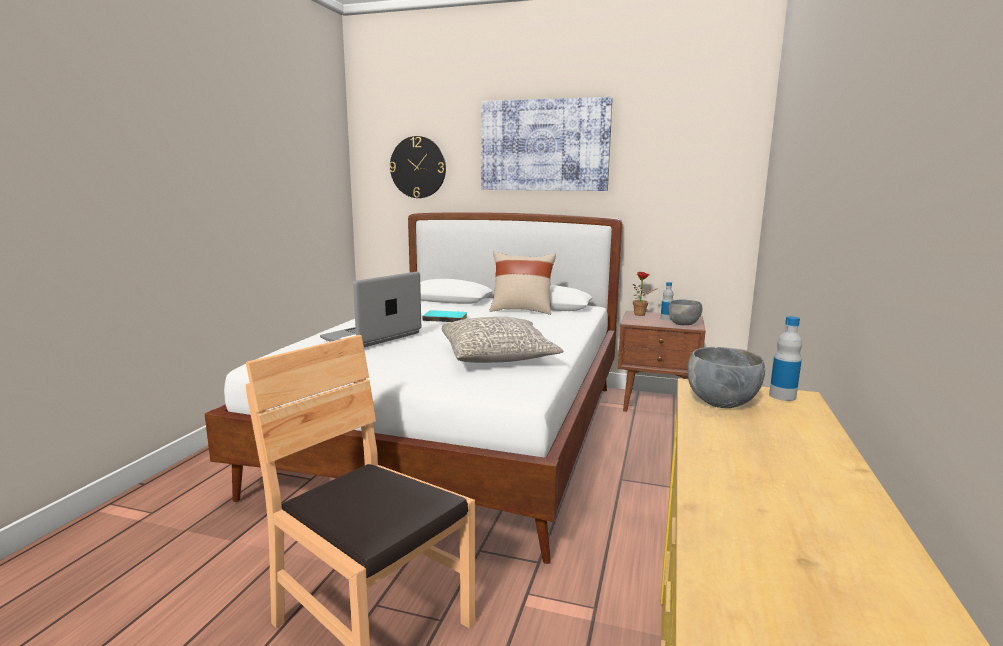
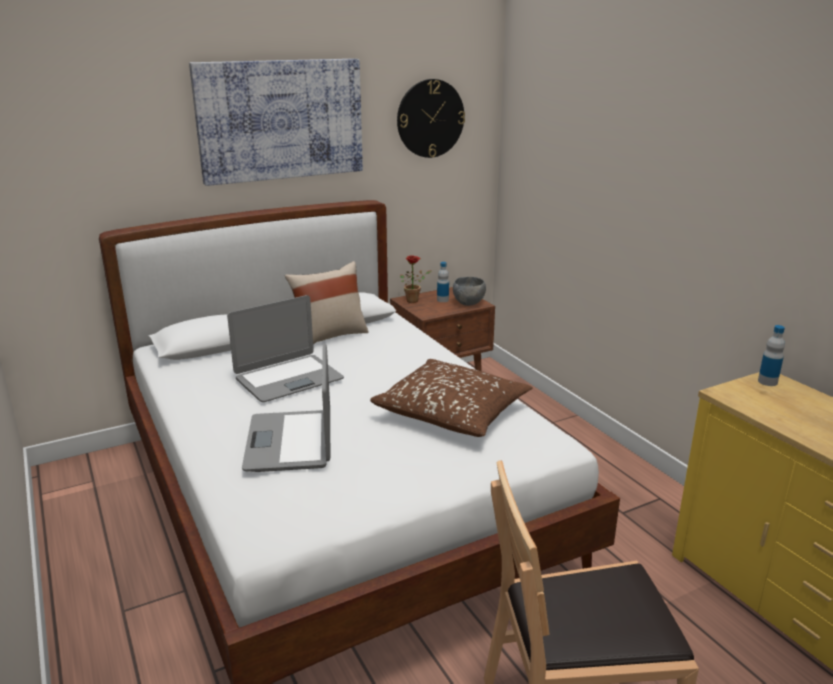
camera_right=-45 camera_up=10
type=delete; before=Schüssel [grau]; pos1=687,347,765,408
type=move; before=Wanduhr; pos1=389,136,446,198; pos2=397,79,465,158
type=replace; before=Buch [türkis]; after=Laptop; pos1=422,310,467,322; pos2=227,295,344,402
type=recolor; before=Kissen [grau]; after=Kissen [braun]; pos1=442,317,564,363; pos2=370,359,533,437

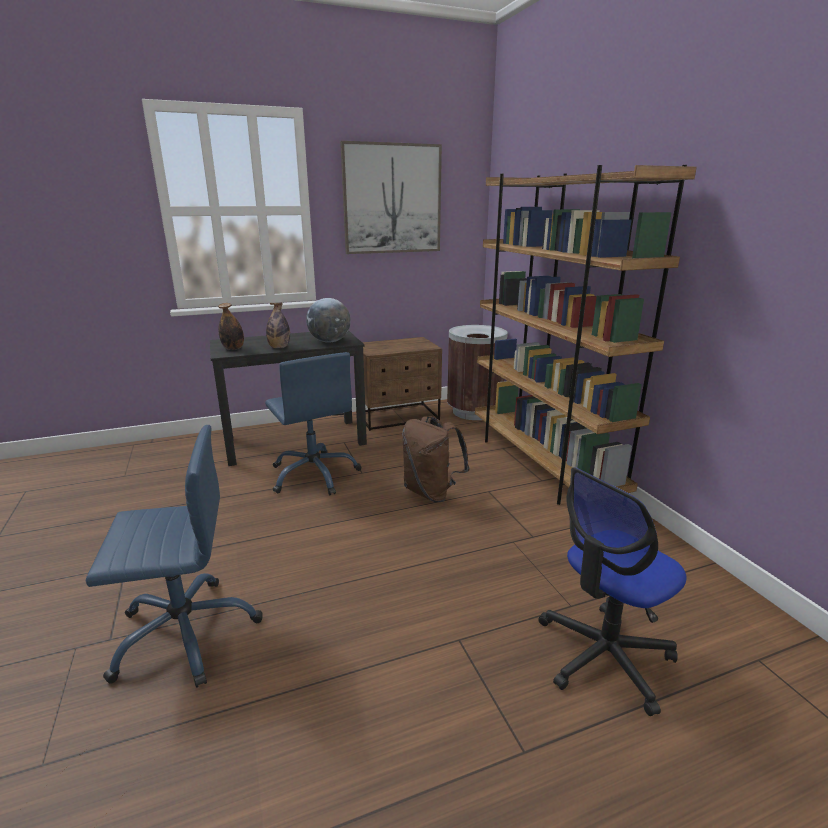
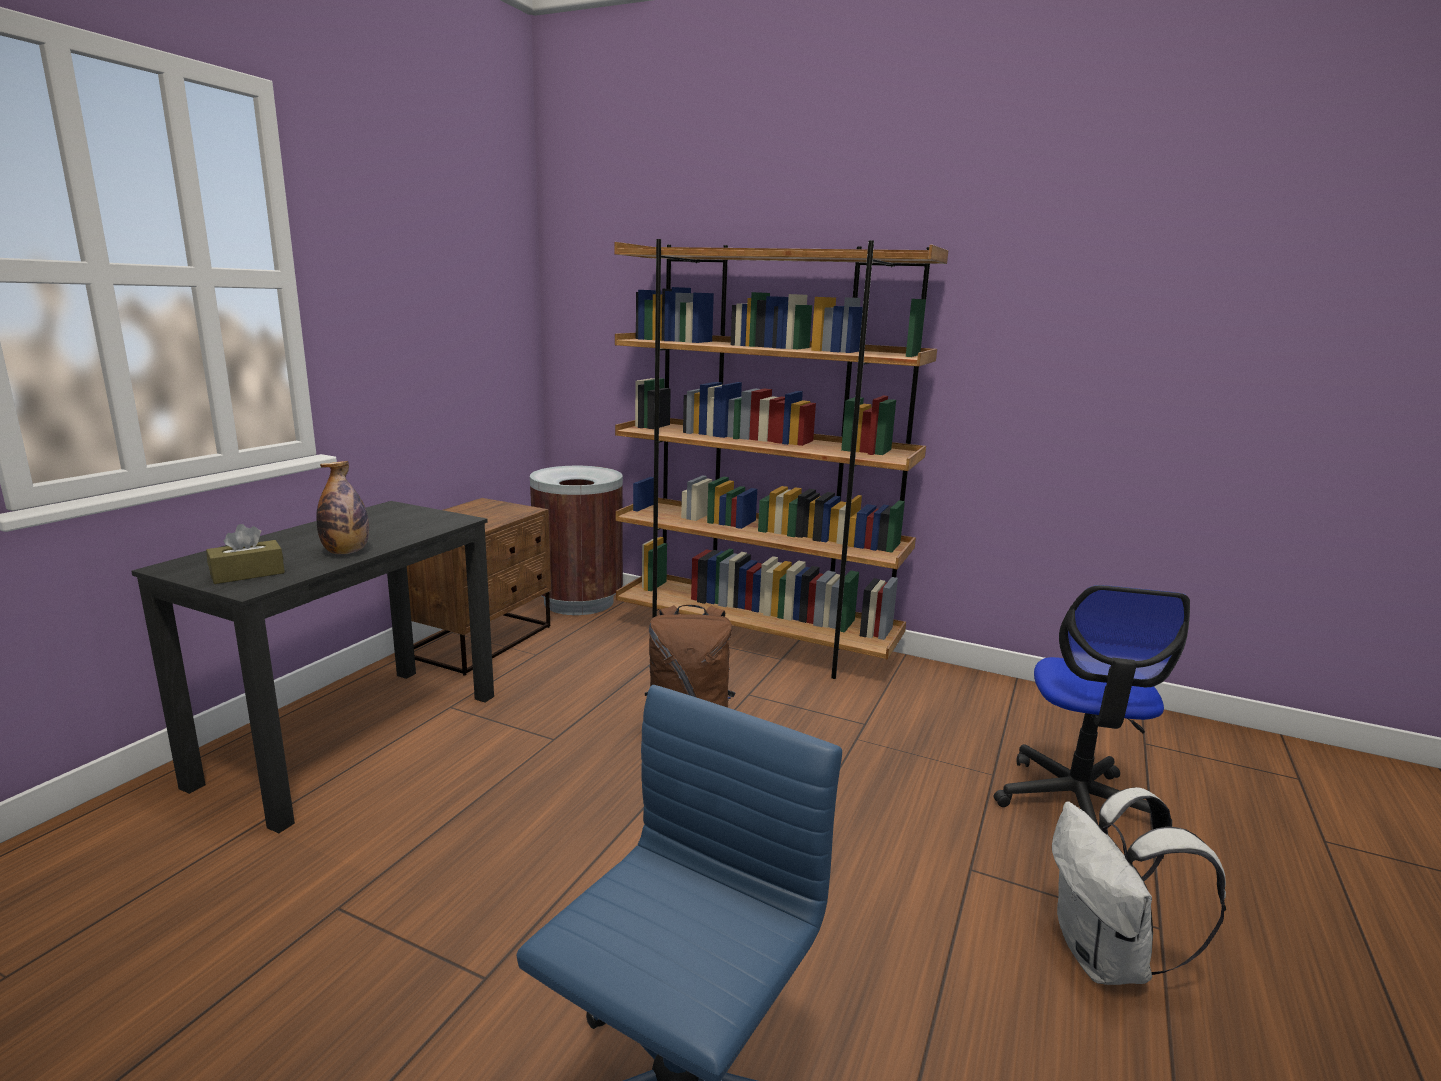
camera_right=-45 camera_up=-5
type=delete; before=Bürostuhl [blau]; pos1=265,352,362,495
type=delete; before=Globus; pos1=306,298,351,342
type=delete; before=Bild; pos1=340,141,442,254
type=insert; after=Rucksack [weiß]; pos2=1052,787,1226,985
type=replace; before=Flasche; after=Taschentuchbox [braun]; pos1=218,303,244,350; pos2=206,524,285,584

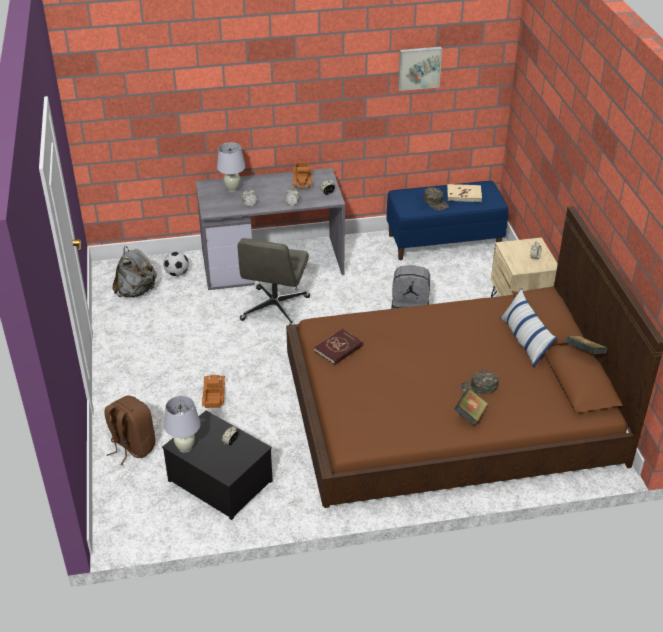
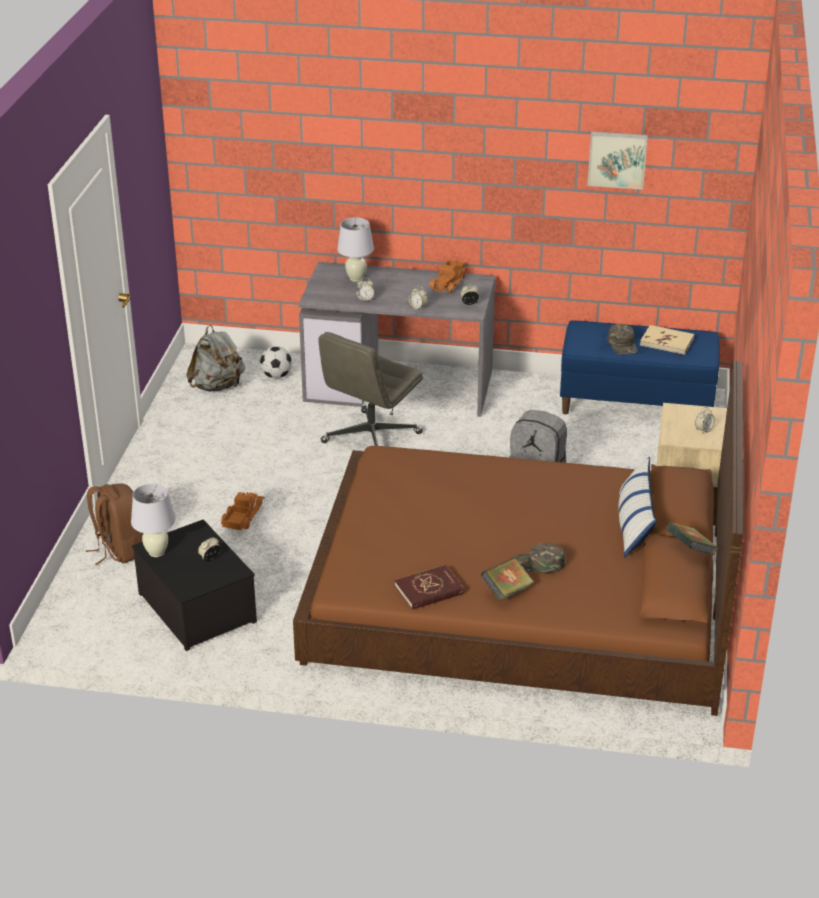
camera_right=20 camera_up=-5
type=move; before=Buch [rot]; pos1=314,329,363,365; pos2=394,565,464,610

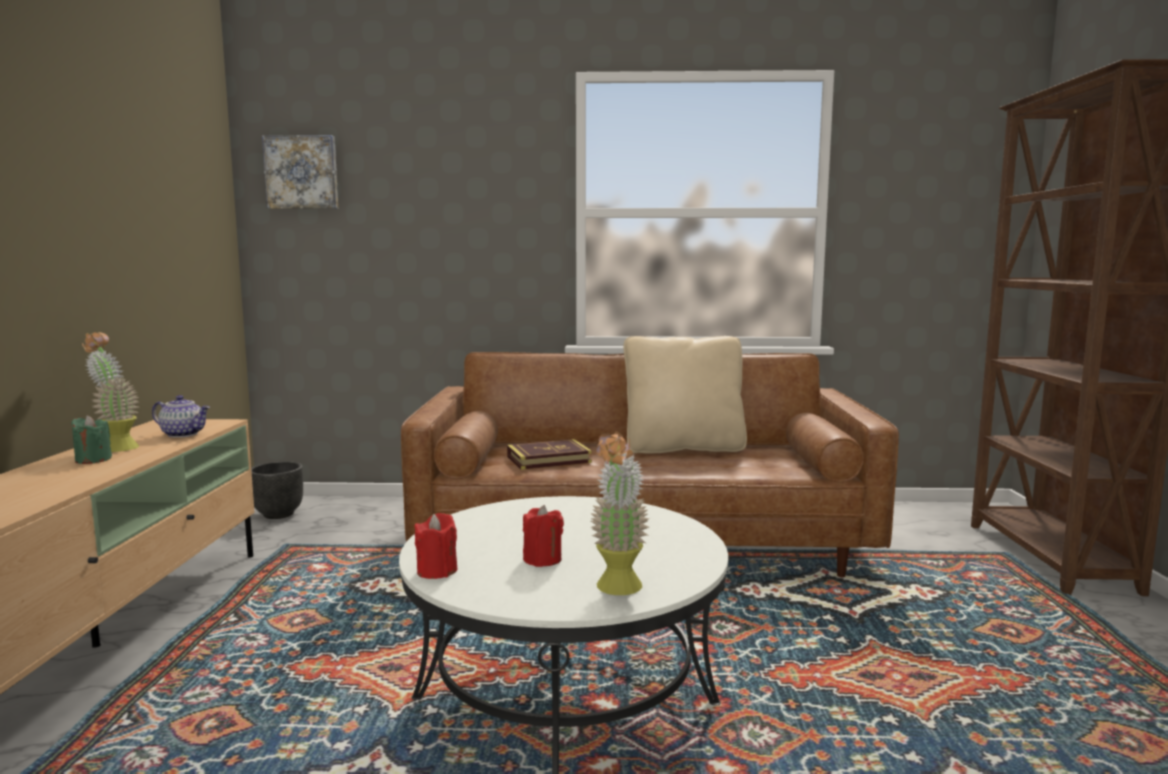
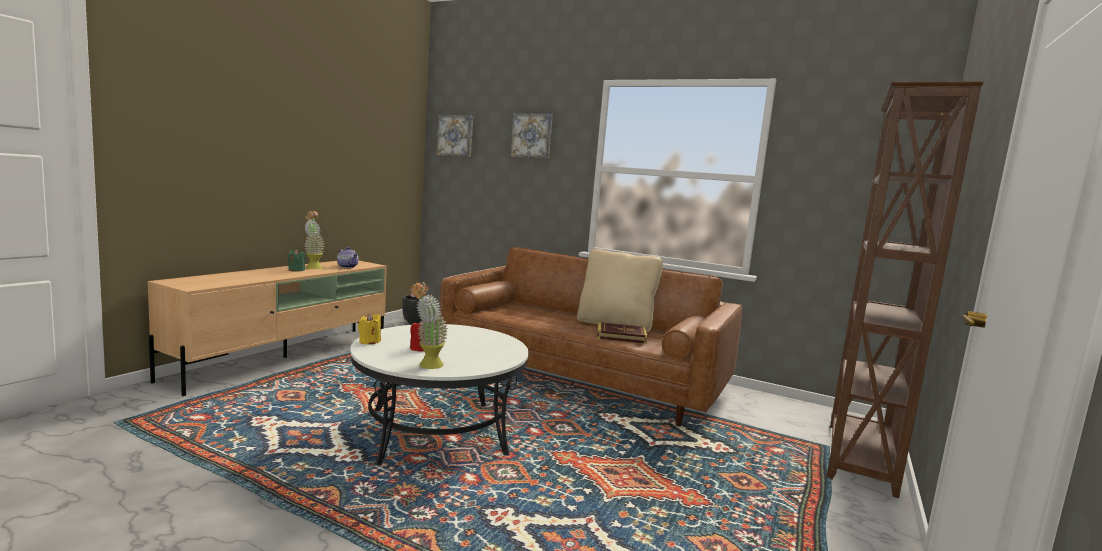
camera_right=25 camera_up=0
type=insert; after=Bild; pos2=510,113,553,159
type=move; before=Buch; pos1=507,439,592,470; pos2=597,322,647,344
type=recolor; before=Kerze [rot]; after=Kerze [gelb]; pos1=414,513,458,579; pos2=358,313,381,345

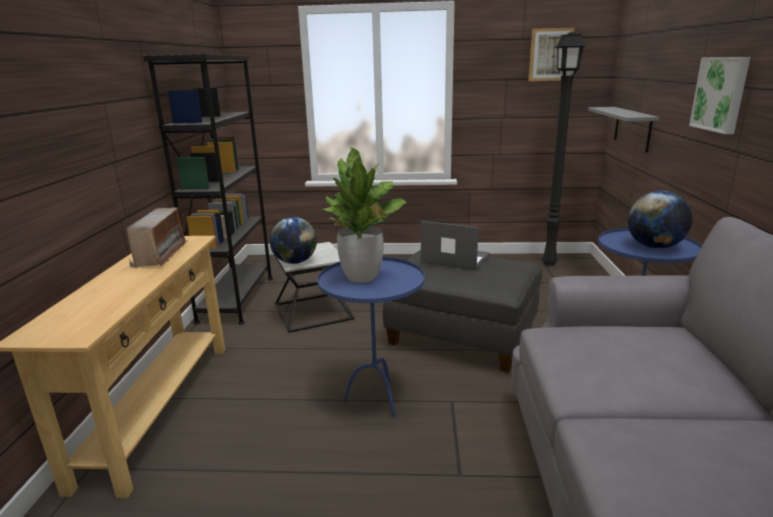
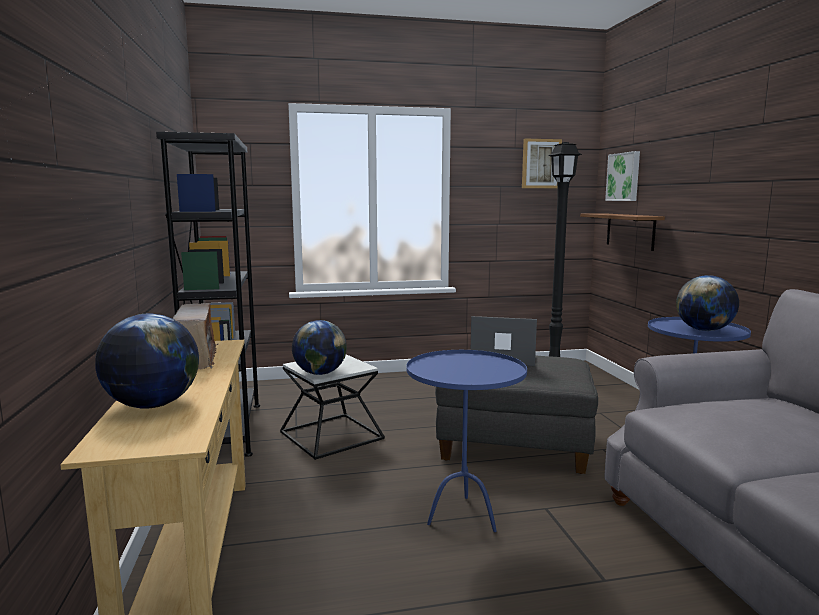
camera_right=-15 camera_up=-10
type=delete; before=Topfpflanze; pos1=324,148,407,283
type=insert; after=Globus; pos2=95,313,199,409
type=move; before=Bild; pos1=689,57,750,134; pos2=605,151,640,201
type=recolor; before=Wandregal [grau]; after=Wandregal [braun]; pos1=588,107,659,153; pos2=580,213,665,251

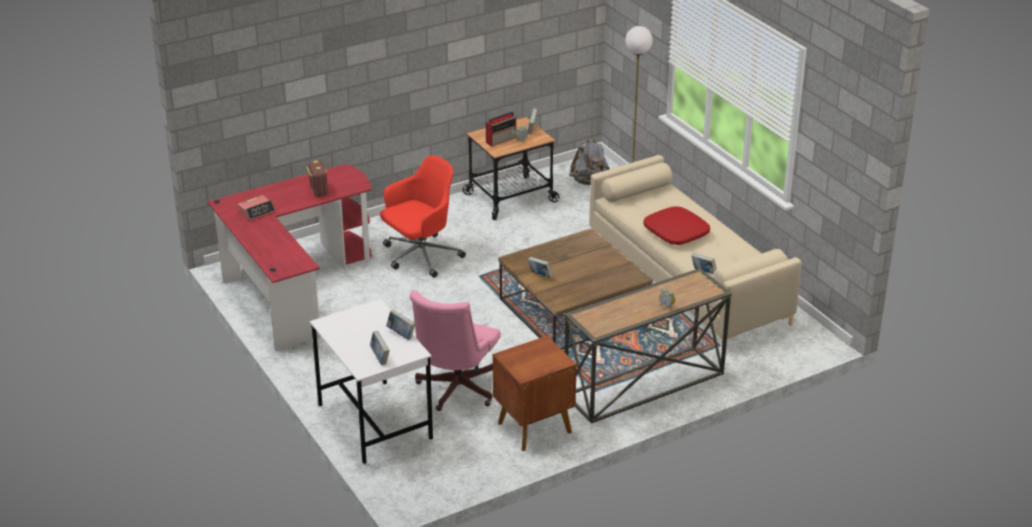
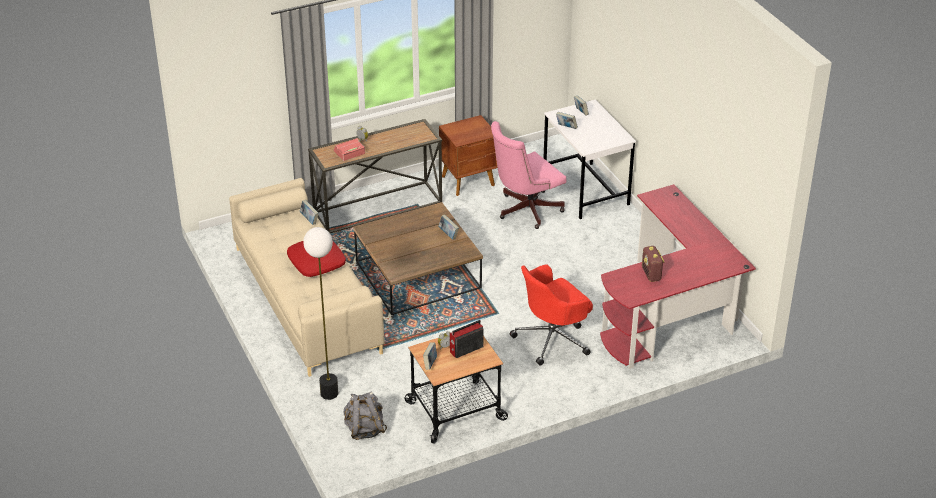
camera_right=-175 camera_up=5
type=move; before=Wecker; pos1=238,195,276,221; pos2=334,138,365,161
type=rotate; before=Bürostuhl [rosa]; pos1=410,290,501,411; pos2=491,121,566,229; turn=-150

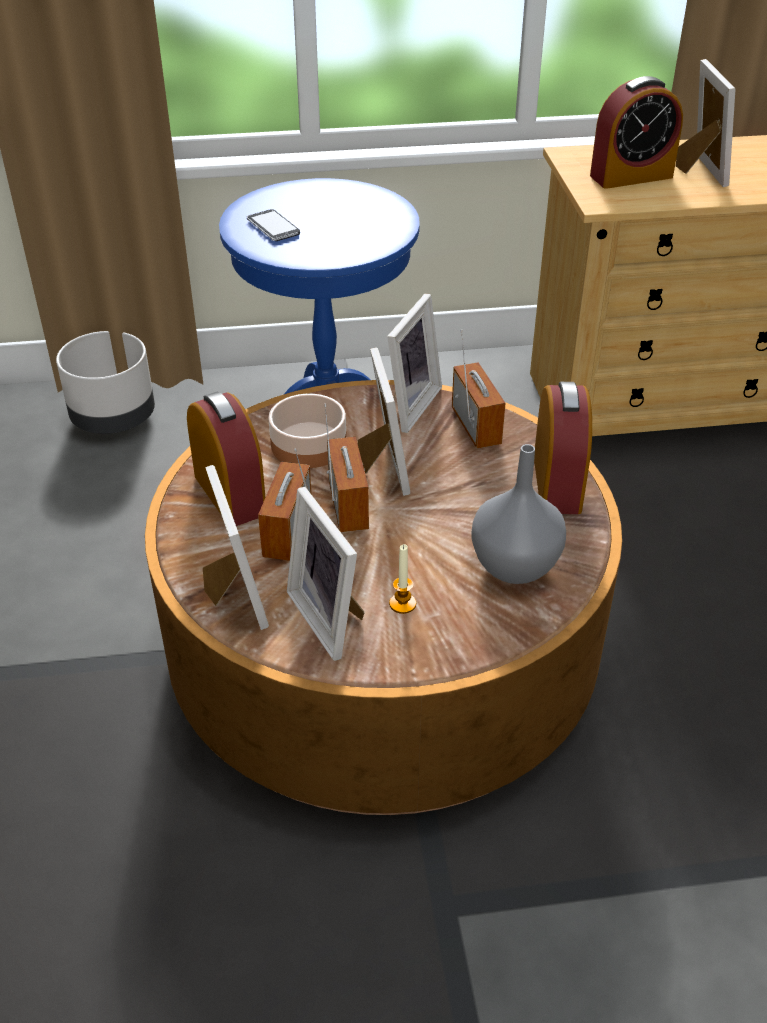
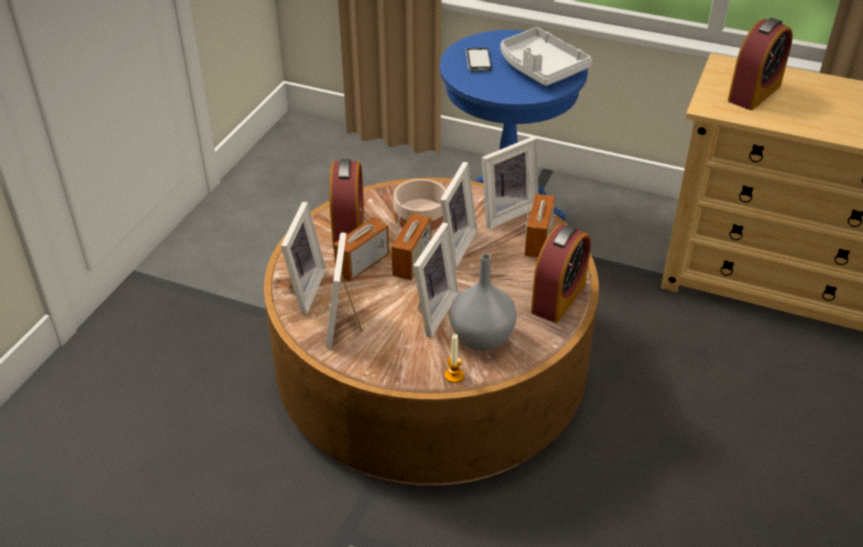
camera_right=30 camera_up=0
type=delete; before=Pflanzkübel [grau]; pos1=56,331,155,434
type=insert; after=Tablett [grau]; pos2=500,27,592,86
type=move; before=Kerze; pos1=389,544,416,614; pos2=445,334,464,383
type=move; before=Bilderrahmen; pos1=676,59,736,187; pos2=413,222,459,337
type=rotate; before=Wecker; pos1=590,76,683,189; pos2=728,18,793,110; turn=-60

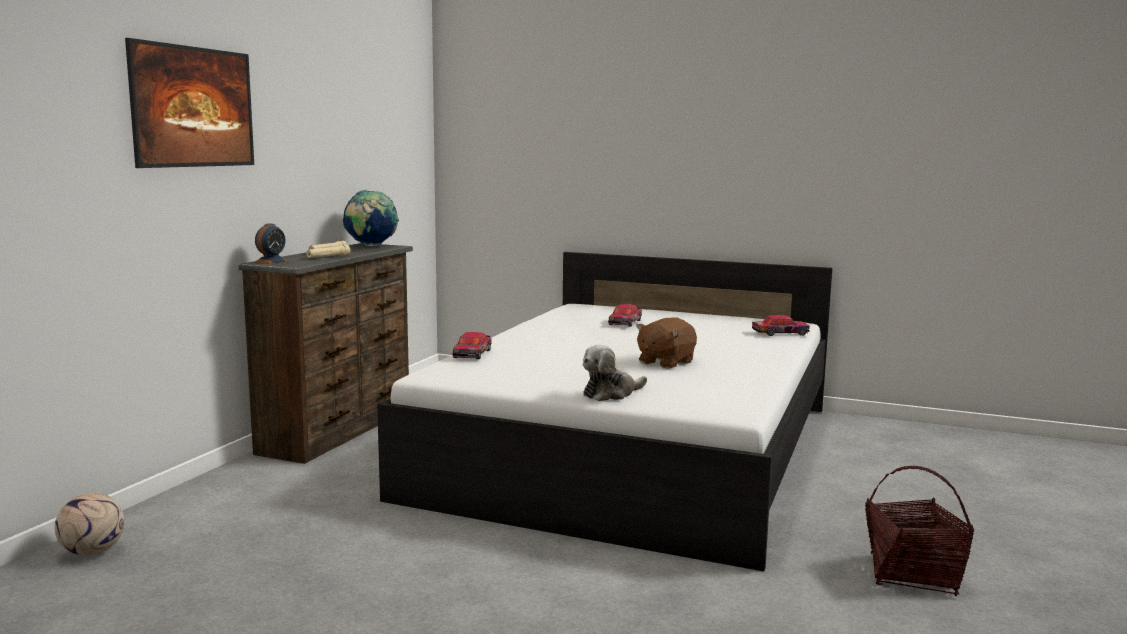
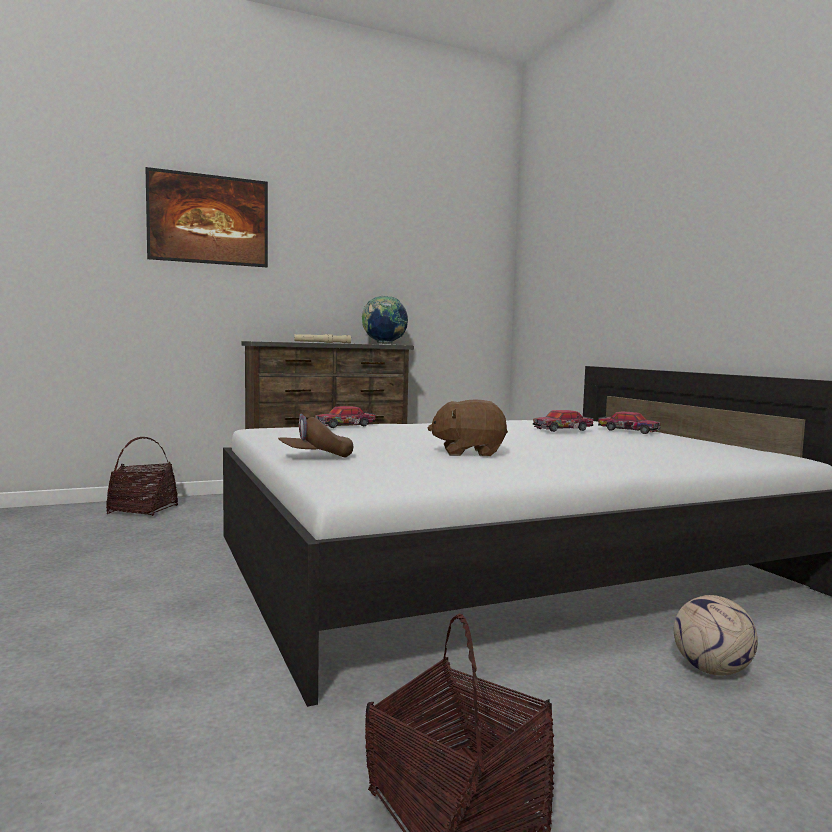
camera_right=45 camera_up=-5
type=delete; before=Wecker; pos1=254,223,289,264
type=insert; after=Korb; pos2=106,437,178,516
type=move; before=Fußball; pos1=55,493,124,556; pos2=674,595,758,676
type=move; before=Spielzeugauto; pos1=752,315,810,336; pos2=598,412,661,434
type=replace; before=Plüschtier; after=Kappe [braun]; pos1=582,345,647,401; pos2=278,414,353,458

